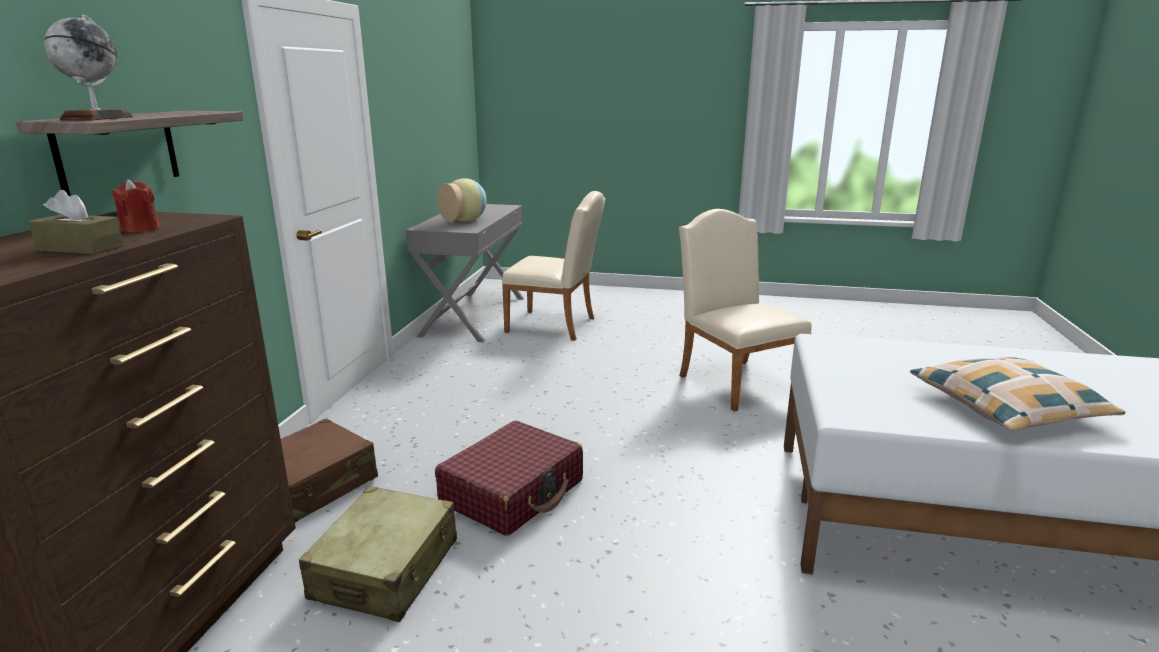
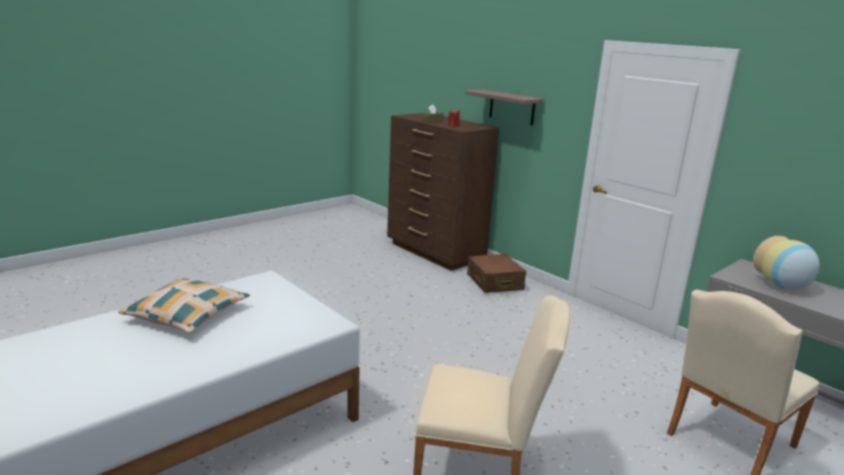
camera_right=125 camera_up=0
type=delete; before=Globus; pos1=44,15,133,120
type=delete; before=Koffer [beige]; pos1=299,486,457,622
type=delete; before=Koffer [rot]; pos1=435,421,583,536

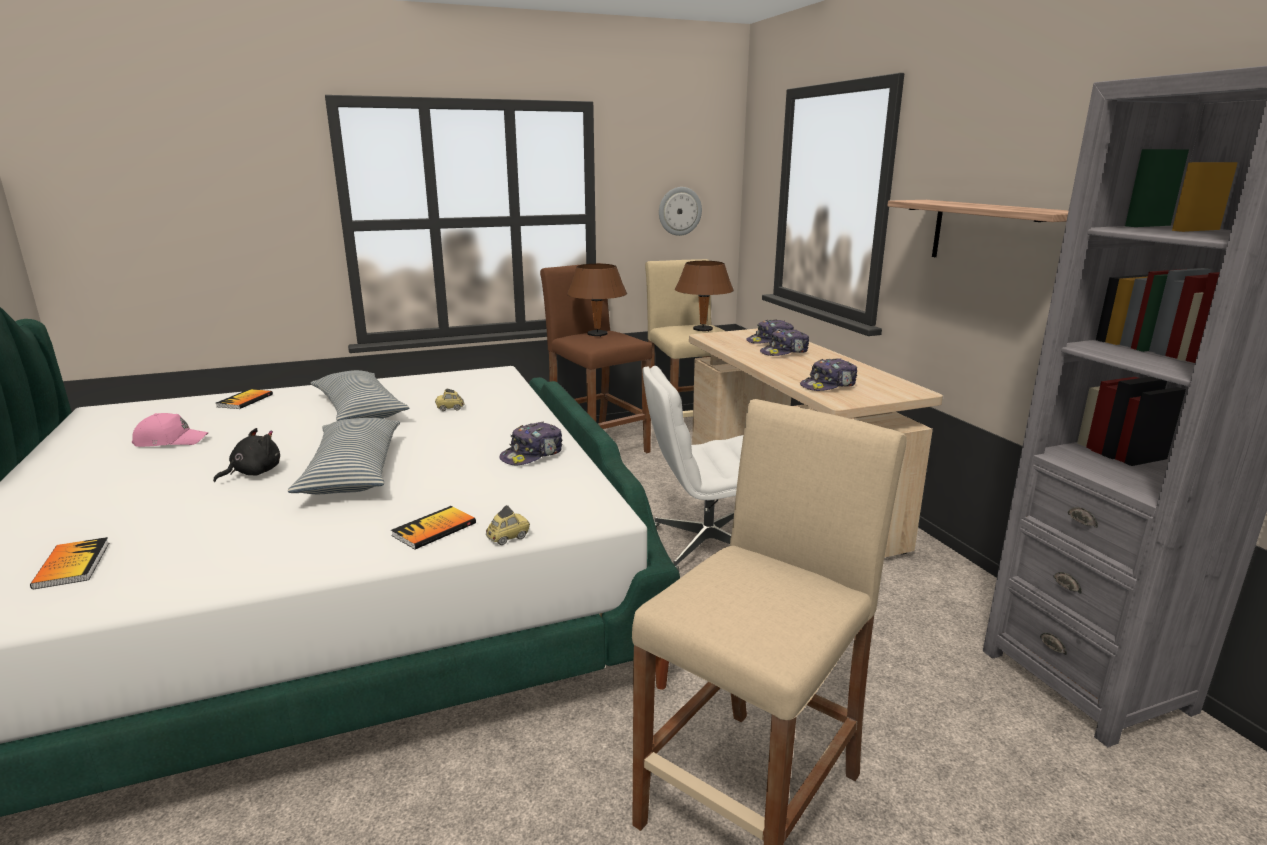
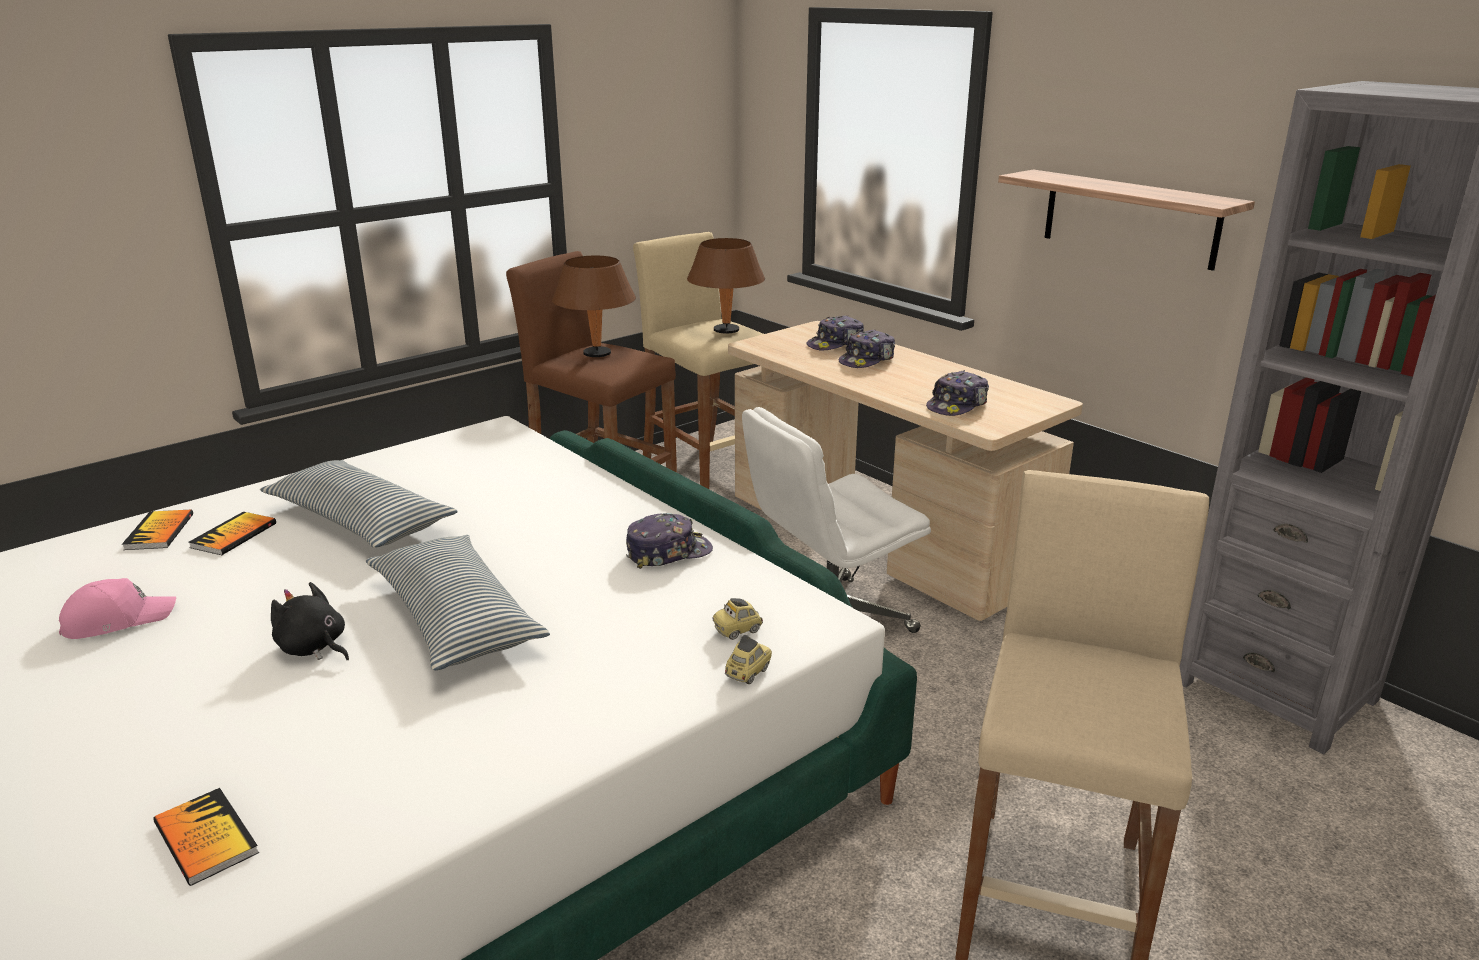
camera_right=-20 camera_up=5
type=delete; before=Wanduhr; pos1=659,187,702,236
type=move; before=Buch; pos1=391,506,476,549; pos2=188,512,276,555
type=move; before=Spielzeugauto; pos1=435,389,464,411; pos2=712,598,763,640
type=rotate; before=Plüschtier [schwarz]; pos1=213,428,280,482; pos2=271,582,349,660; turn=-75
type=rotate; before=Kappe; pos1=499,422,562,465; pos2=626,513,713,569; turn=-135

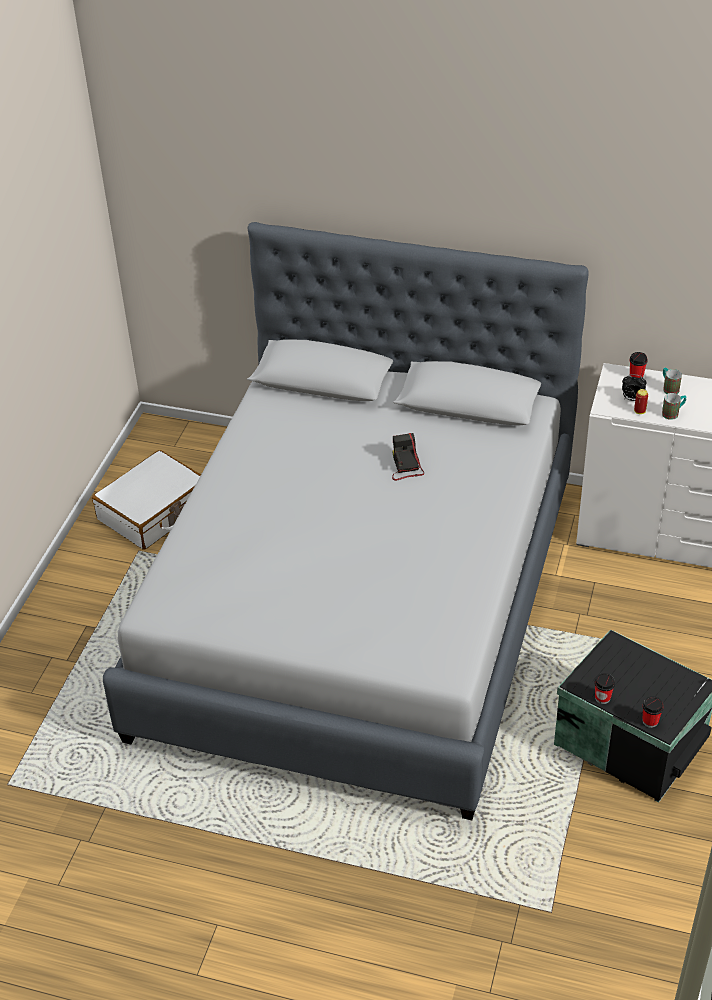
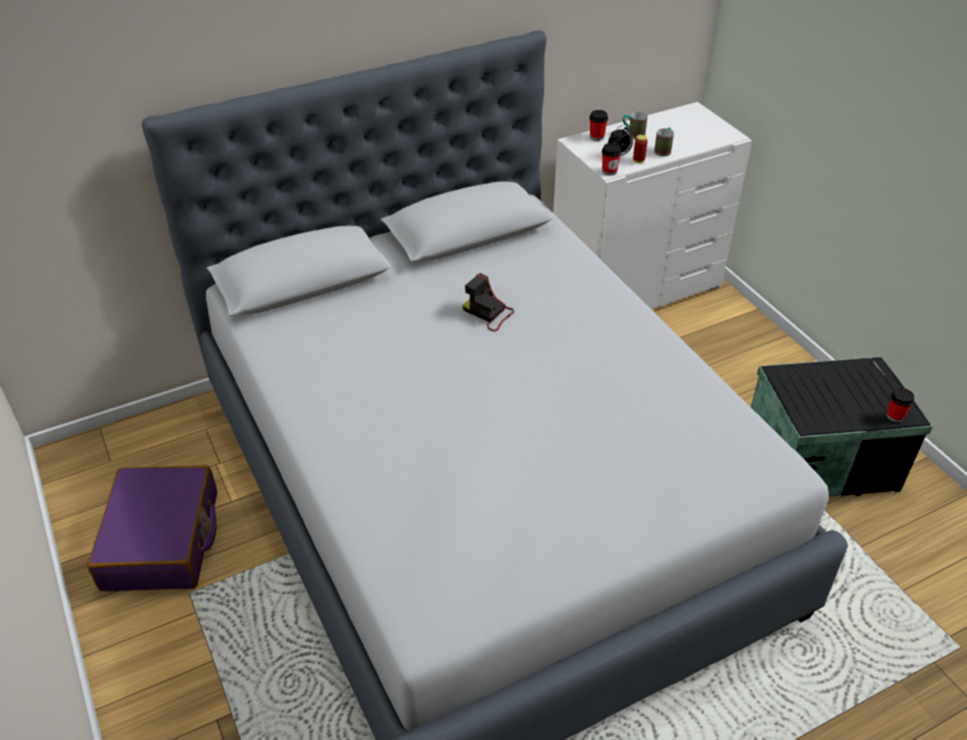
camera_right=-45 camera_up=0
type=move; before=Tasse; pos1=595,673,615,704; pos2=602,143,622,176
type=recolor; before=Koffer [weiß]; after=Koffer [lila]; pos1=92,450,201,550; pos2=87,465,217,591

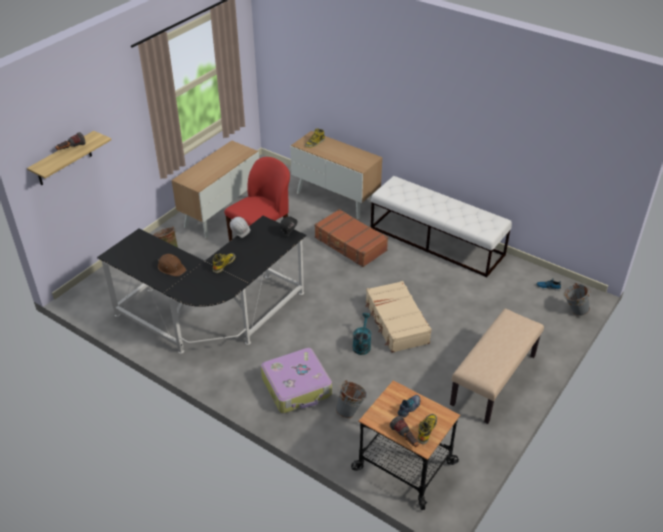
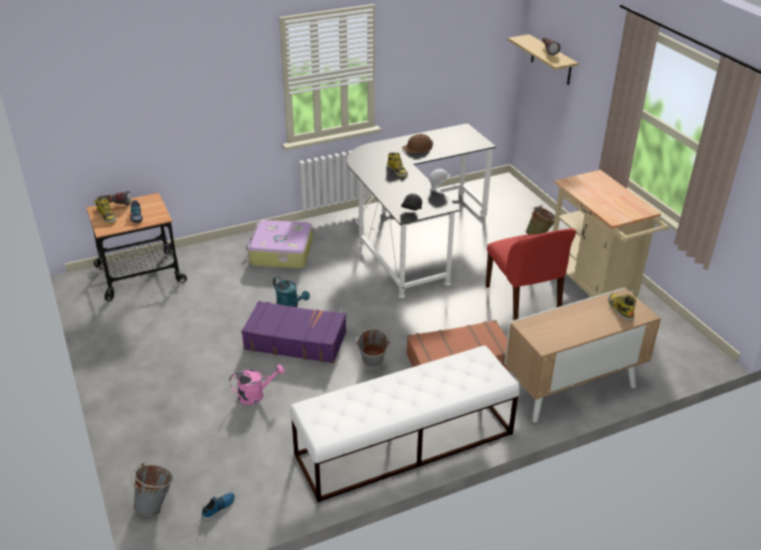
camera_right=120 camera_up=-5
type=delete; before=Bank [beige]; pos1=450,309,544,424
type=insert; after=Gießkanne [rosa]; pos2=229,364,285,405
type=move; before=Eimer [grau]; pos1=336,380,367,418; pos2=356,328,390,367
type=replace; before=Schrank; after=Rollwagen [beige]; pos1=172,140,259,238; pos2=553,170,669,297
type=recolor; before=Koffer [beige]; after=Koffer [lila]; pos1=365,281,432,353; pos2=241,301,346,364

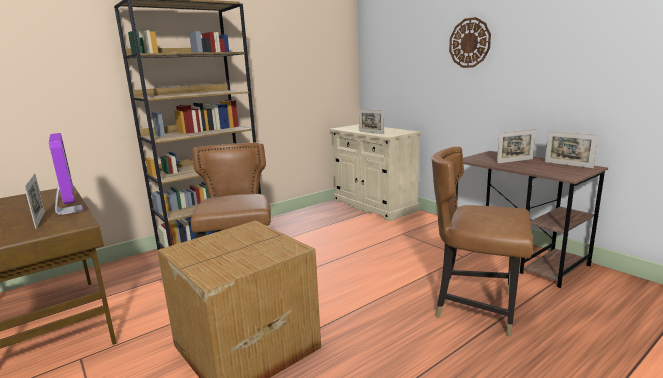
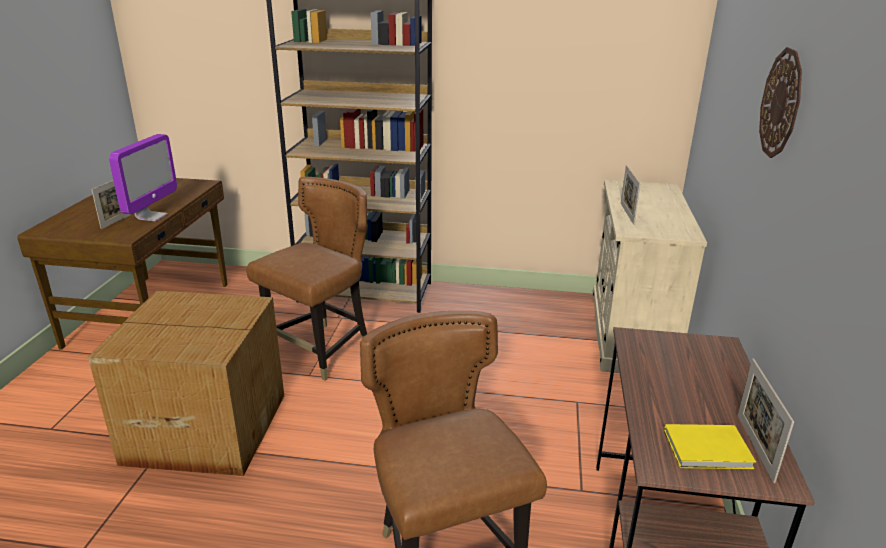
camera_right=45 camera_up=10
type=delete; before=Bilderrahmen; pos1=497,129,536,164
type=insert; after=Buch [gelb]; pos2=664,424,756,469

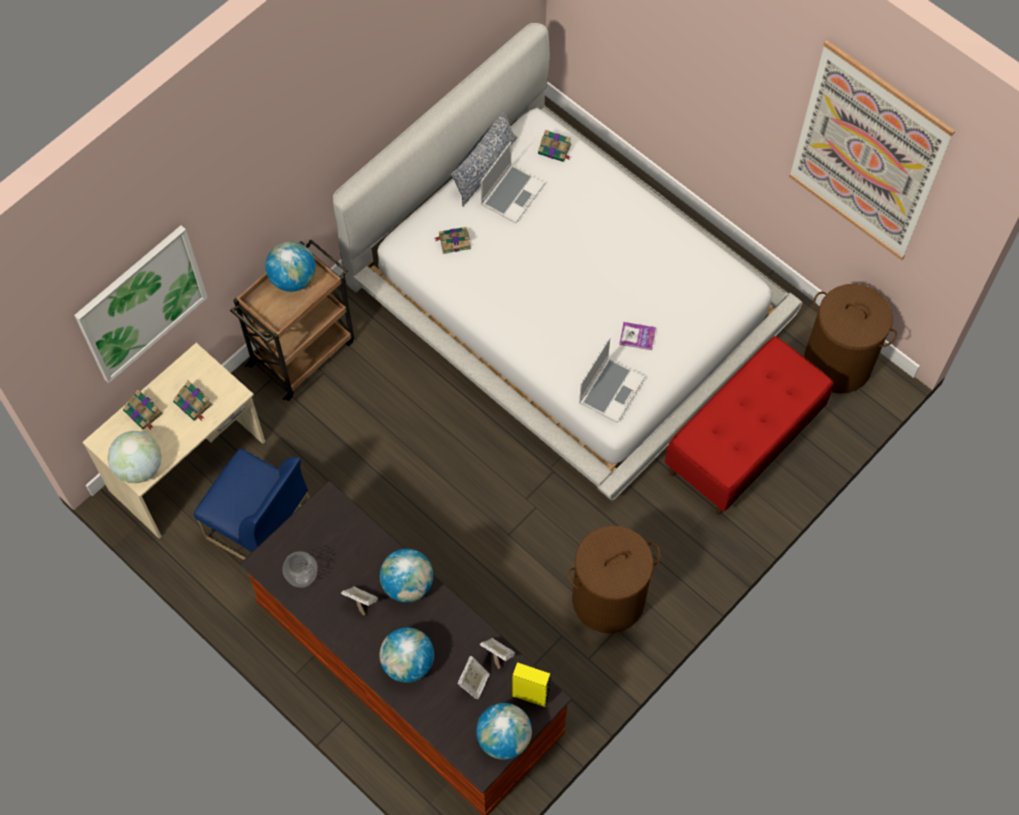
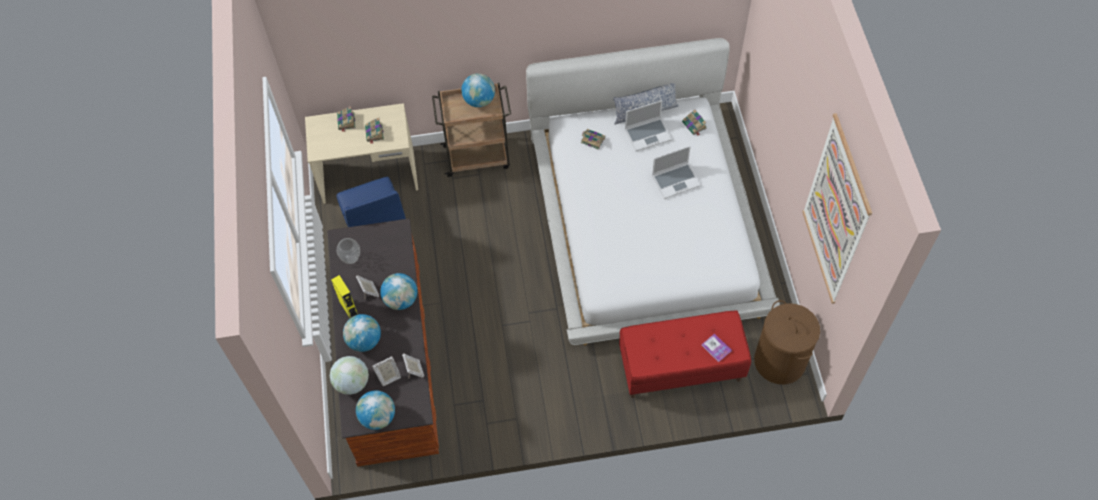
camera_right=40 camera_up=-5
type=delete; before=Bild; pos1=74,225,208,383
type=delete; before=Wäschekorb [braun]; pos1=568,525,661,633
type=move; before=Globus; pos1=108,431,162,483; pos2=330,356,369,395
type=move; before=Lautsprecher [gelb]; pos1=512,662,551,708; pos2=331,275,358,318
type=move; before=Laptop; pos1=579,338,645,423; pos2=652,146,701,199
type=move; before=Buch; pos1=619,322,656,350; pos2=701,334,732,362

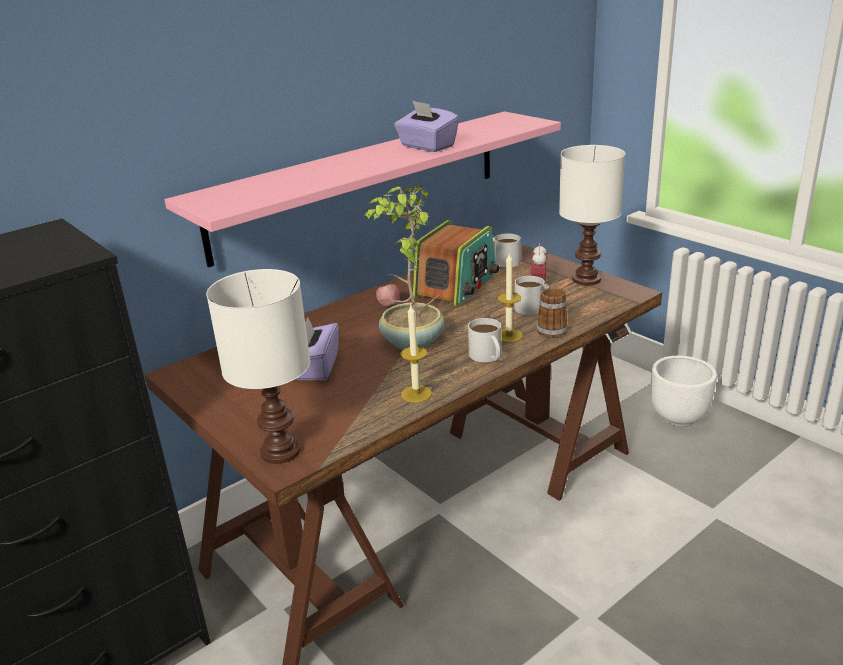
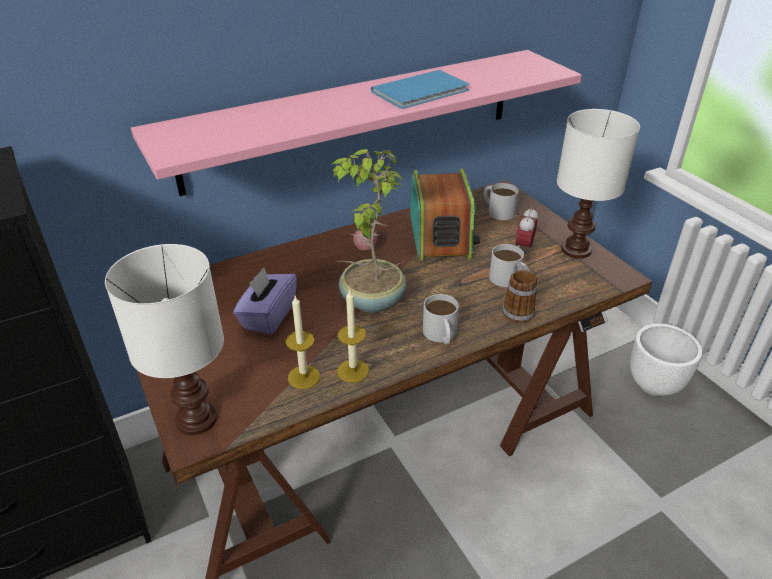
camera_right=10 camera_up=10
type=move; before=Kerze; pos1=497,254,523,342; pos2=286,296,320,389
type=replace; before=Taschentuchbox [lila]; after=Buch [blau]; pos1=394,100,459,152; pos2=371,70,470,109
type=rotate; before=Radio; pos1=413,220,500,307; pos2=410,169,480,261; turn=-45

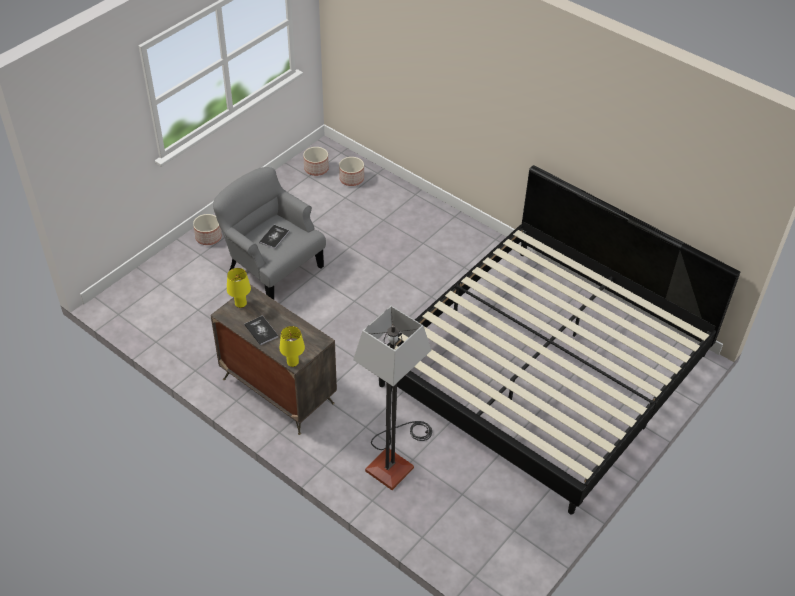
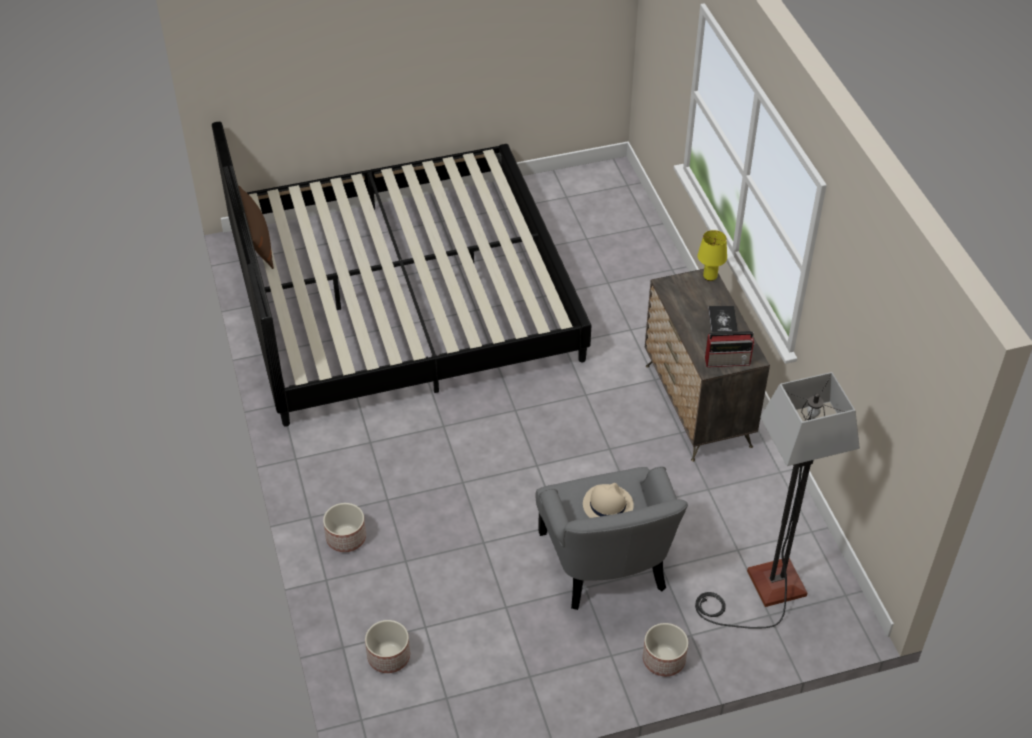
camera_right=-145 camera_up=0
type=insert; after=Kissen [braun]; pos2=238,186,274,269
type=move; before=Pflanzkübel; pos1=303,147,329,176; pos2=323,503,366,552
type=move; before=Stehlampe; pos1=353,306,432,490; pos2=695,372,860,629
type=replace; before=Tischlampe [gelb]; after=Radio; pos1=227,268,251,308; pos2=705,331,754,367
type=replace; before=Buch; after=Hut [beige]; pos1=259,225,289,249; pos2=583,483,634,518

